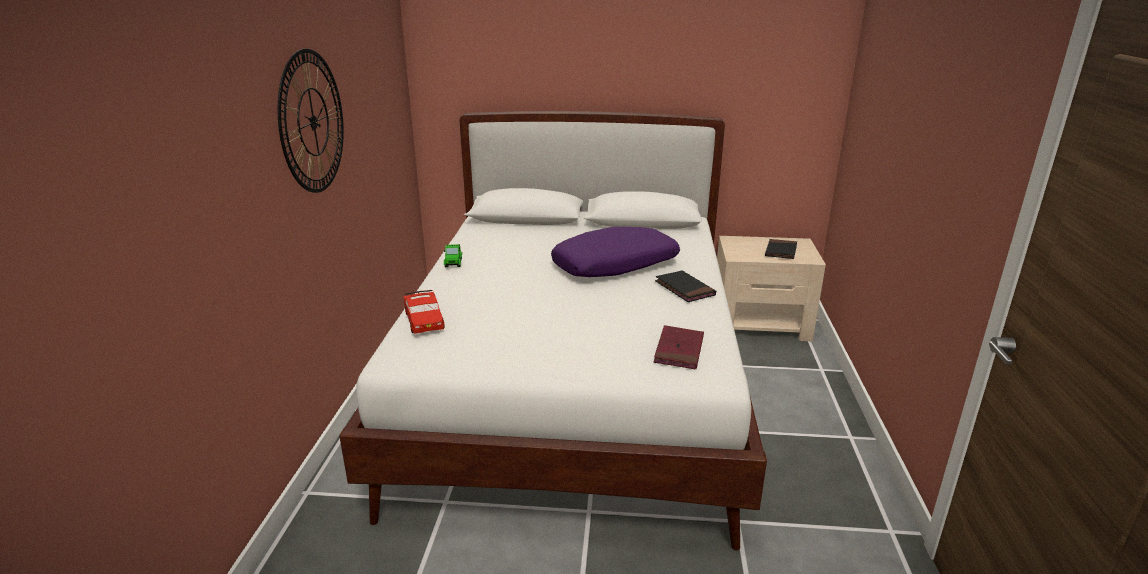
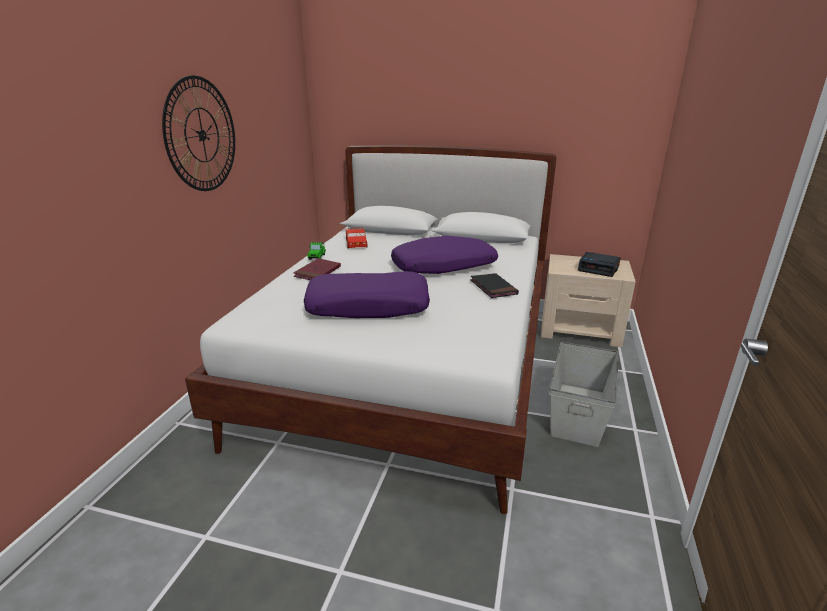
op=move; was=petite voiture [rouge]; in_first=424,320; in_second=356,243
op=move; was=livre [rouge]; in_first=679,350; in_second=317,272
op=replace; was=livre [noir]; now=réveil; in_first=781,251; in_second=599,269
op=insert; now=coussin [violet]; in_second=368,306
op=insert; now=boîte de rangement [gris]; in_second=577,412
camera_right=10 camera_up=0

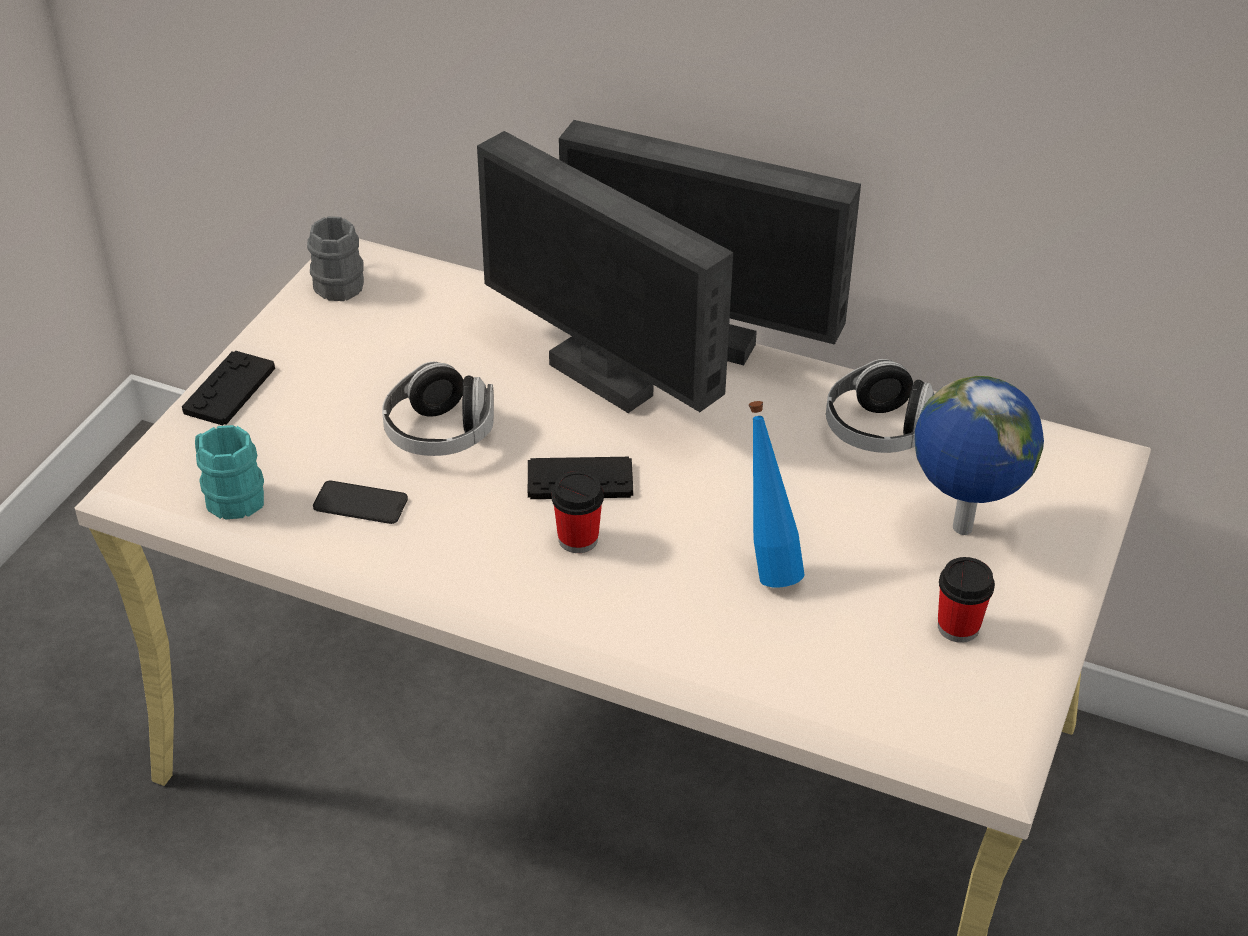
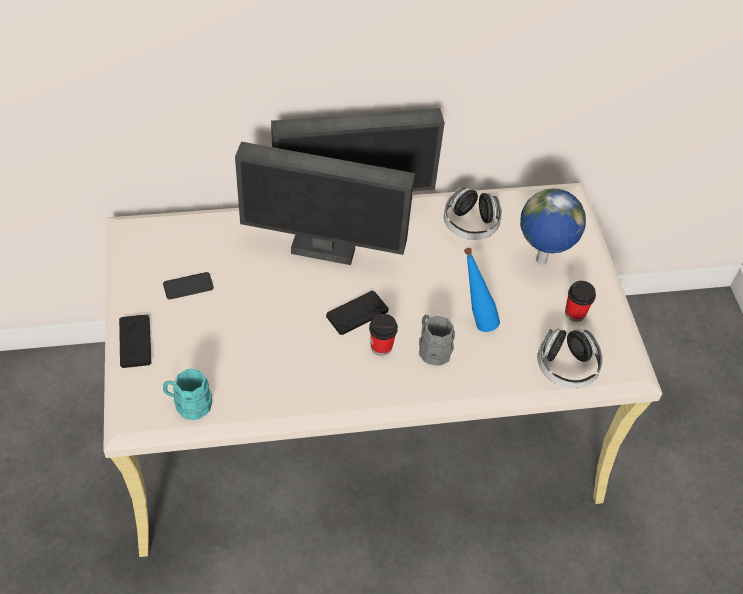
op=move; was=mug [gris]; in_first=340,281; in_second=432,348
op=move; was=téléphone; in_first=360,503; in_second=188,286
op=move; was=casque audio; in_first=440,434; in_second=566,367
camera_right=-35 camera_up=10

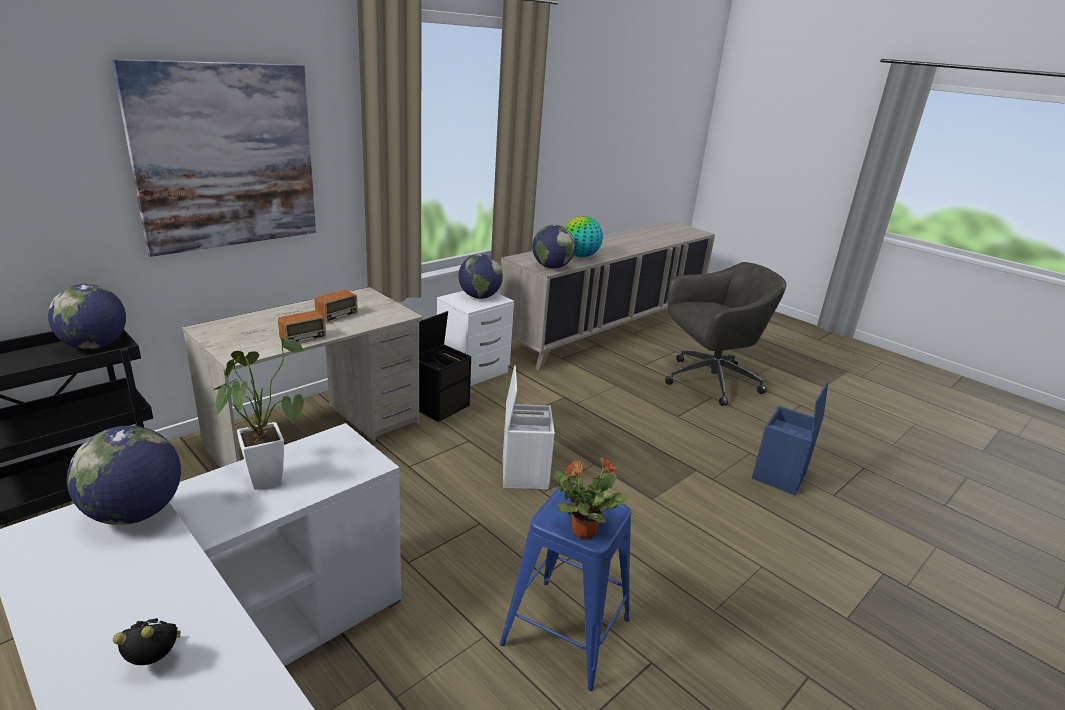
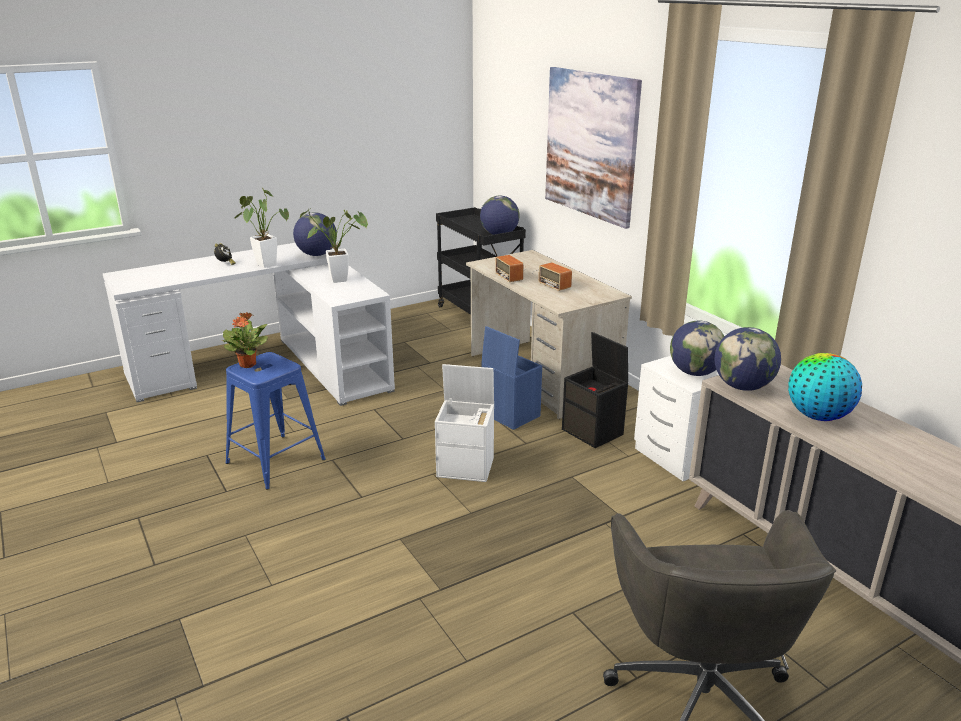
op=move; was=boîte de rangement [bleu]; in_first=780,476; in_second=509,414
op=insert; now=plante en pot; in_second=264,263
camera_right=105 camera_up=0

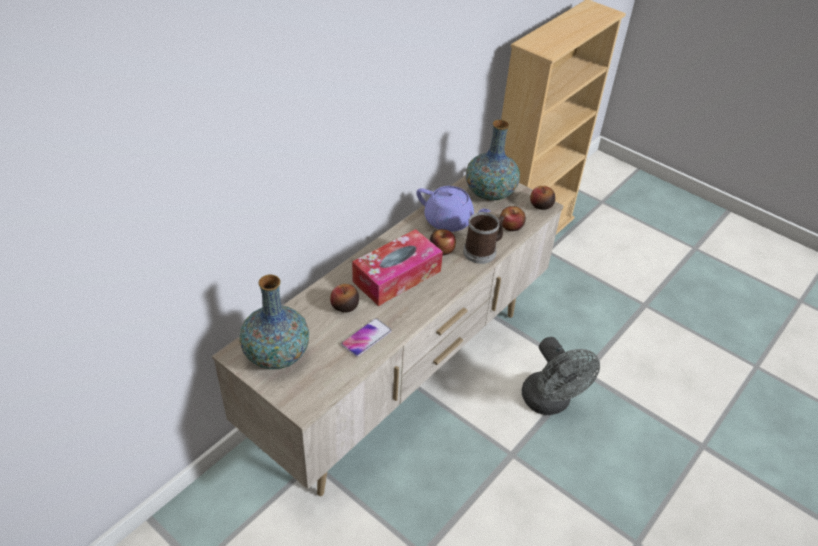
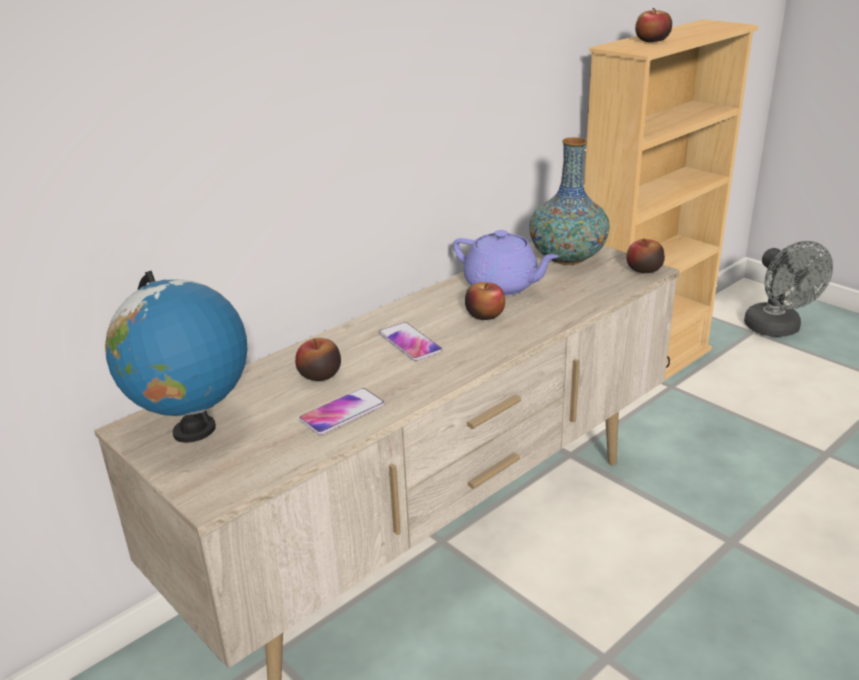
op=replace; was=vase; now=globe; in_first=276,355; in_second=193,431
op=replace; was=boîte à mouchoirs; now=téléphone; in_first=397,276; in_second=409,343
op=delete; was=mug; in_first=483,251
op=move; was=pomme; in_first=511,226; in_second=652,40
op=move; was=ventilateur [gris]; in_first=550,403; in_second=777,330
camera_right=10 camera_up=-15

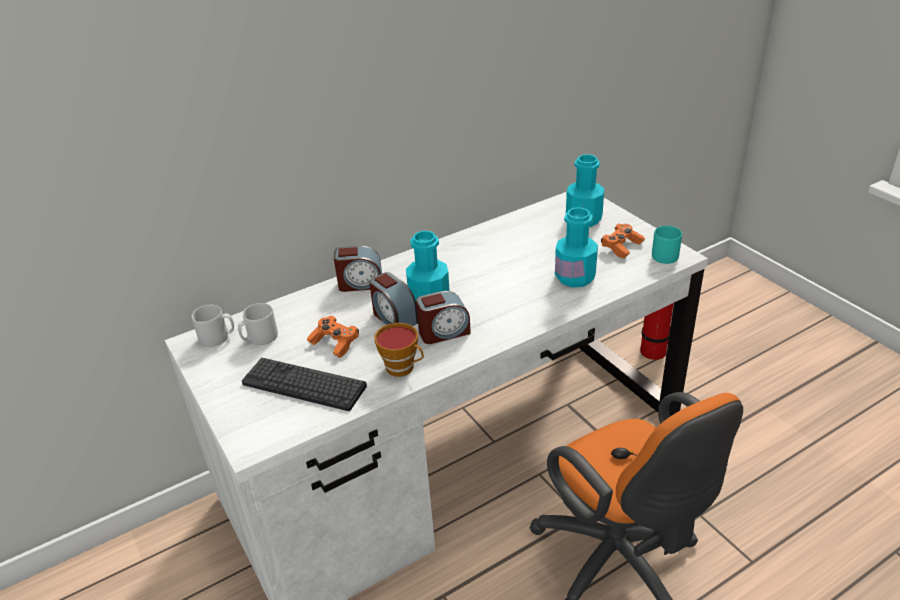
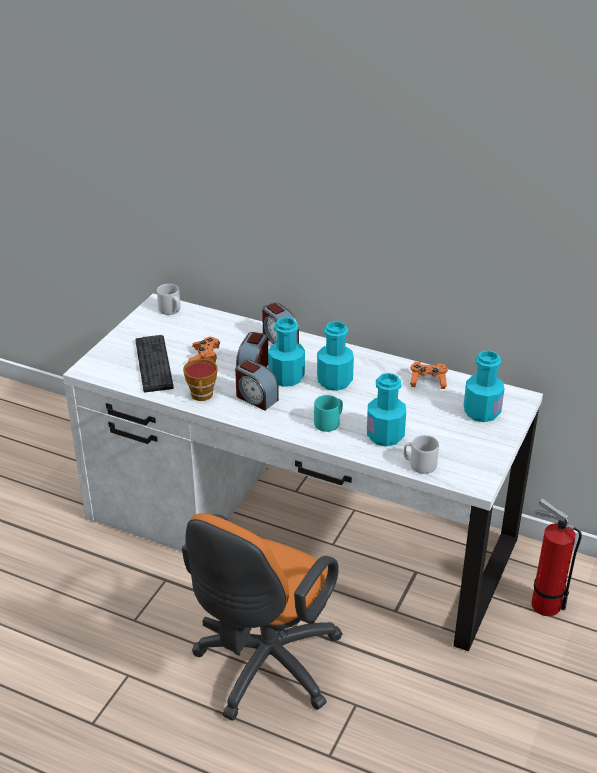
op=move; was=mug [gris]; in_first=259,338; in_second=419,465
op=move; was=manette [orange]; in_first=621,247; in_second=428,381
op=move; was=mug [turquoise]; in_first=663,255; in_second=329,423
op=insert; now=bouteille [turquoise]; in_second=334,381
camera_right=55 camera_up=0

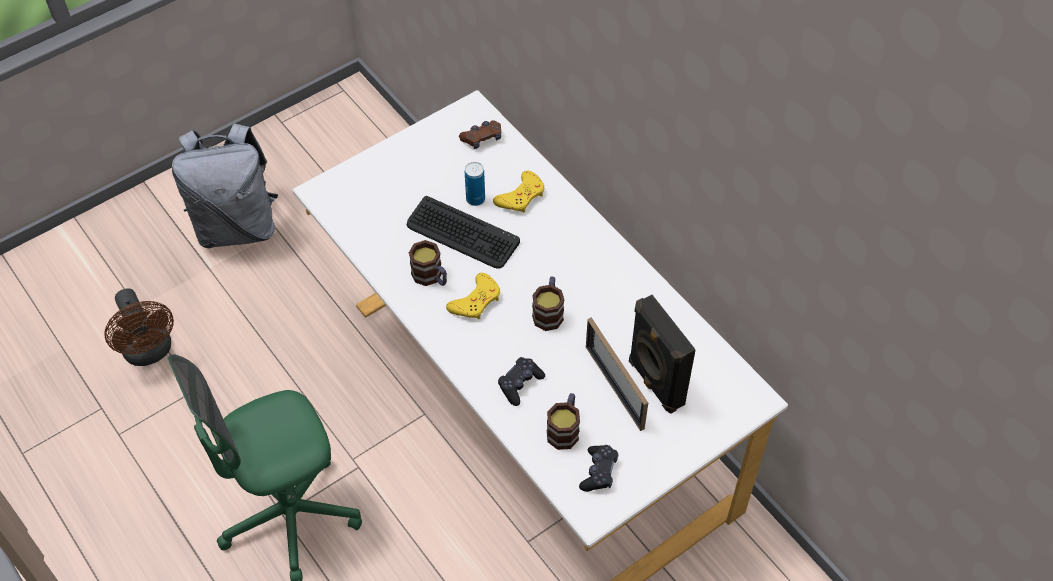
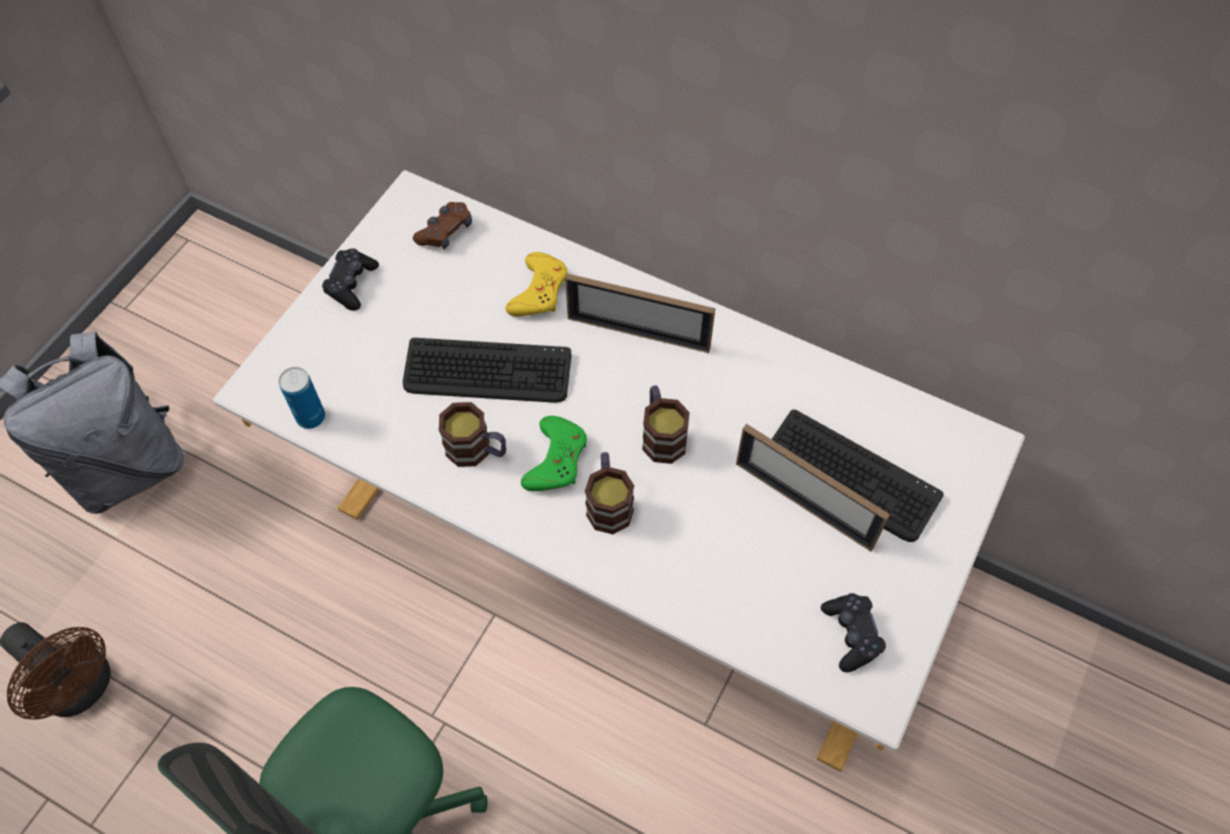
op=recolor; was=manette [jaune]; now=manette [vert]; in_first=476,301; in_second=556,459
op=move; was=boîte métallique; in_first=475,199; in_second=311,417
op=move; was=manette [noir]; in_first=520,384; in_second=351,284
op=move; was=mug; in_first=565,429; in_second=608,502
op=replace; was=enceinte [noir]; now=clavier; in_first=654,383; in_second=850,477
op=insert; now=cadre photo; in_second=638,333
camera_right=-25 camera_up=5

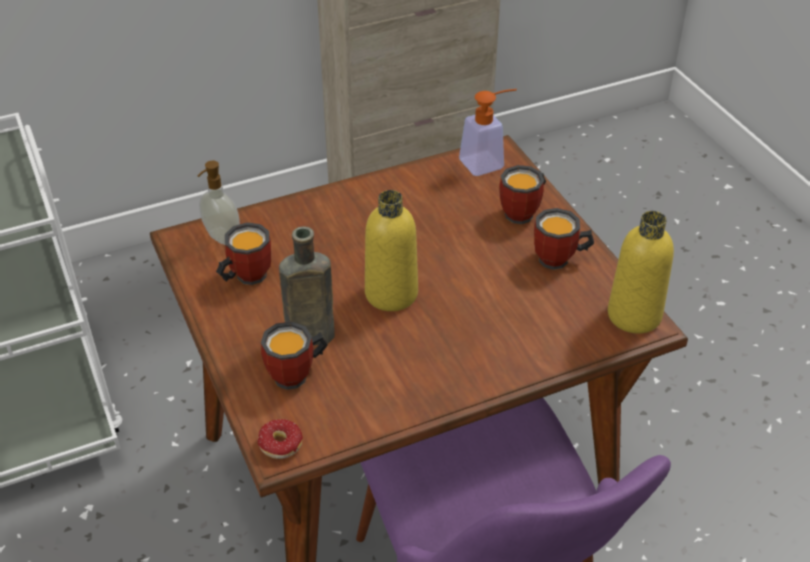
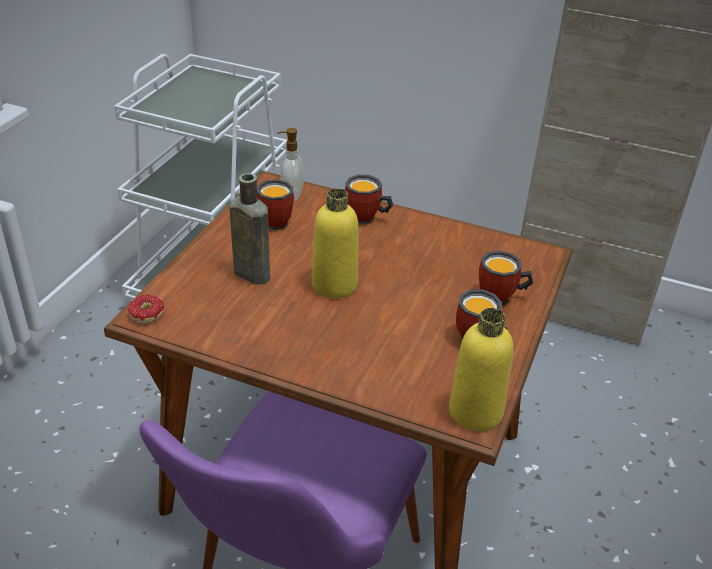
op=move; was=mug; in_first=297,376; in_second=366,219
op=delete; was=distributeur de savon; in_first=488,162
camera_right=45 camera_up=-5

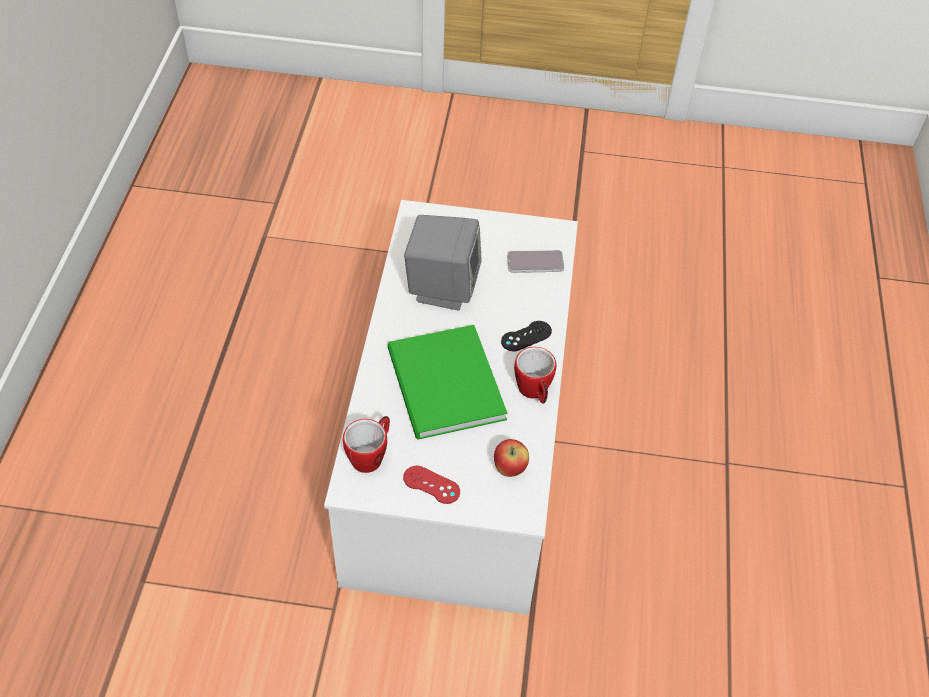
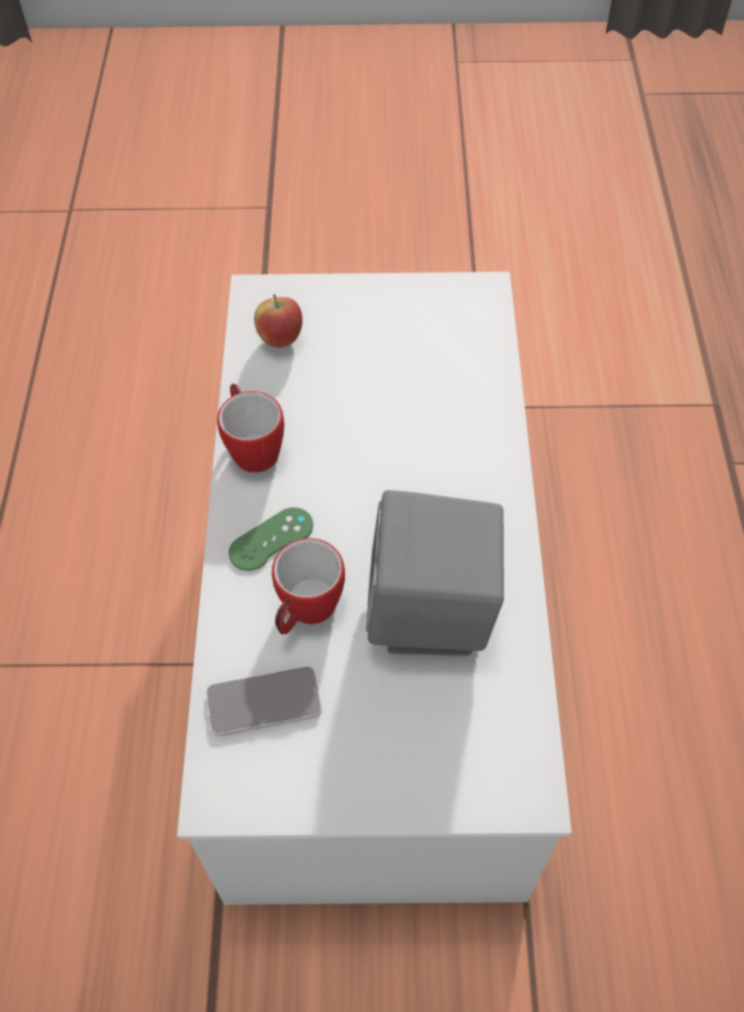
op=move; was=mug; in_first=371,455; in_second=306,612
op=delete; was=livre [vert]; in_first=443,387
op=delete; was=manette [rouge]; in_first=431,485
op=recolor; was=manette [noir]; now=manette [vert]; in_first=526,336; in_second=271,539
camera_right=175 camera_up=5

